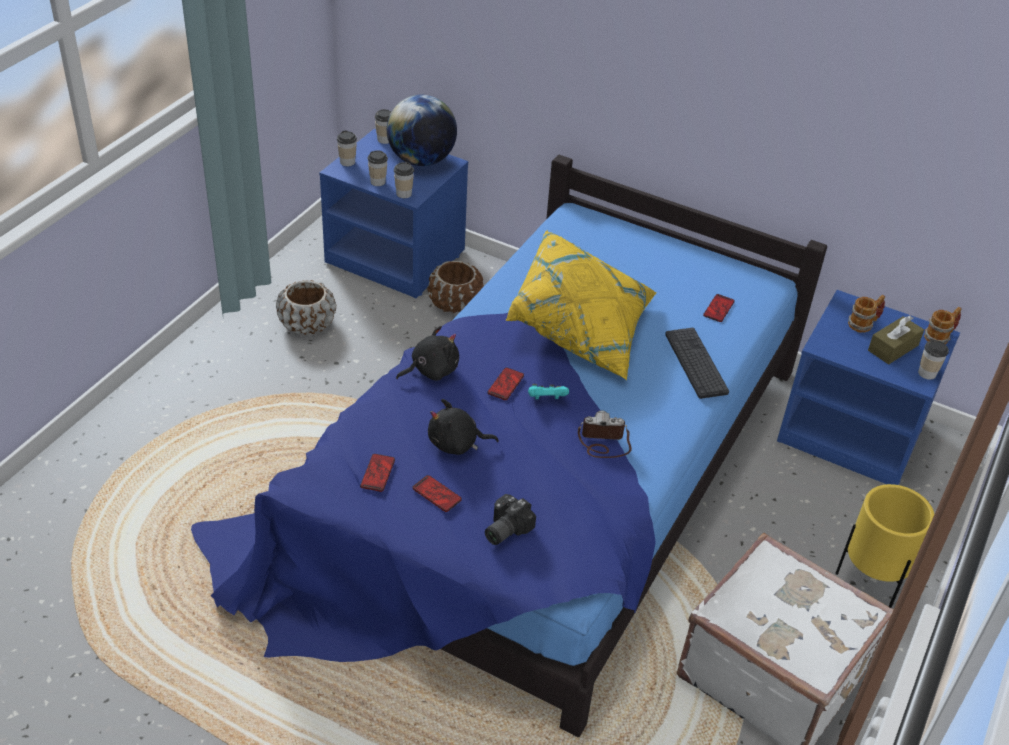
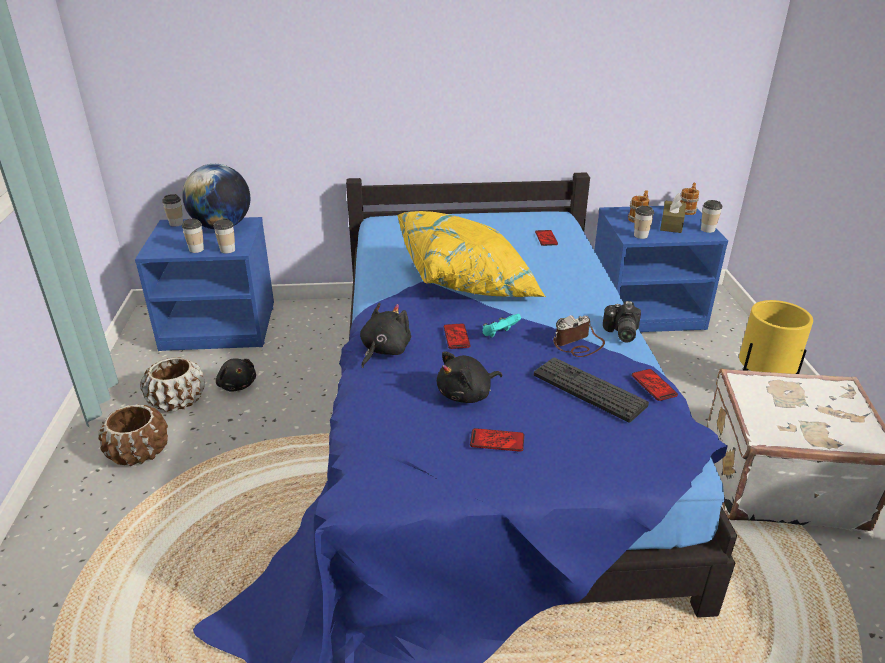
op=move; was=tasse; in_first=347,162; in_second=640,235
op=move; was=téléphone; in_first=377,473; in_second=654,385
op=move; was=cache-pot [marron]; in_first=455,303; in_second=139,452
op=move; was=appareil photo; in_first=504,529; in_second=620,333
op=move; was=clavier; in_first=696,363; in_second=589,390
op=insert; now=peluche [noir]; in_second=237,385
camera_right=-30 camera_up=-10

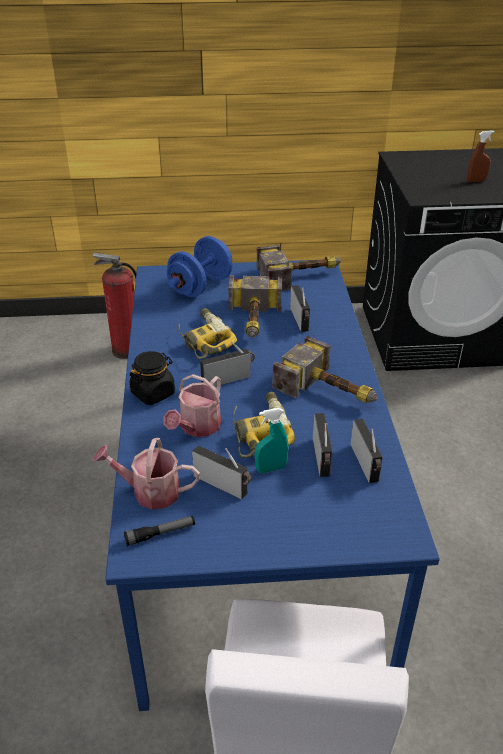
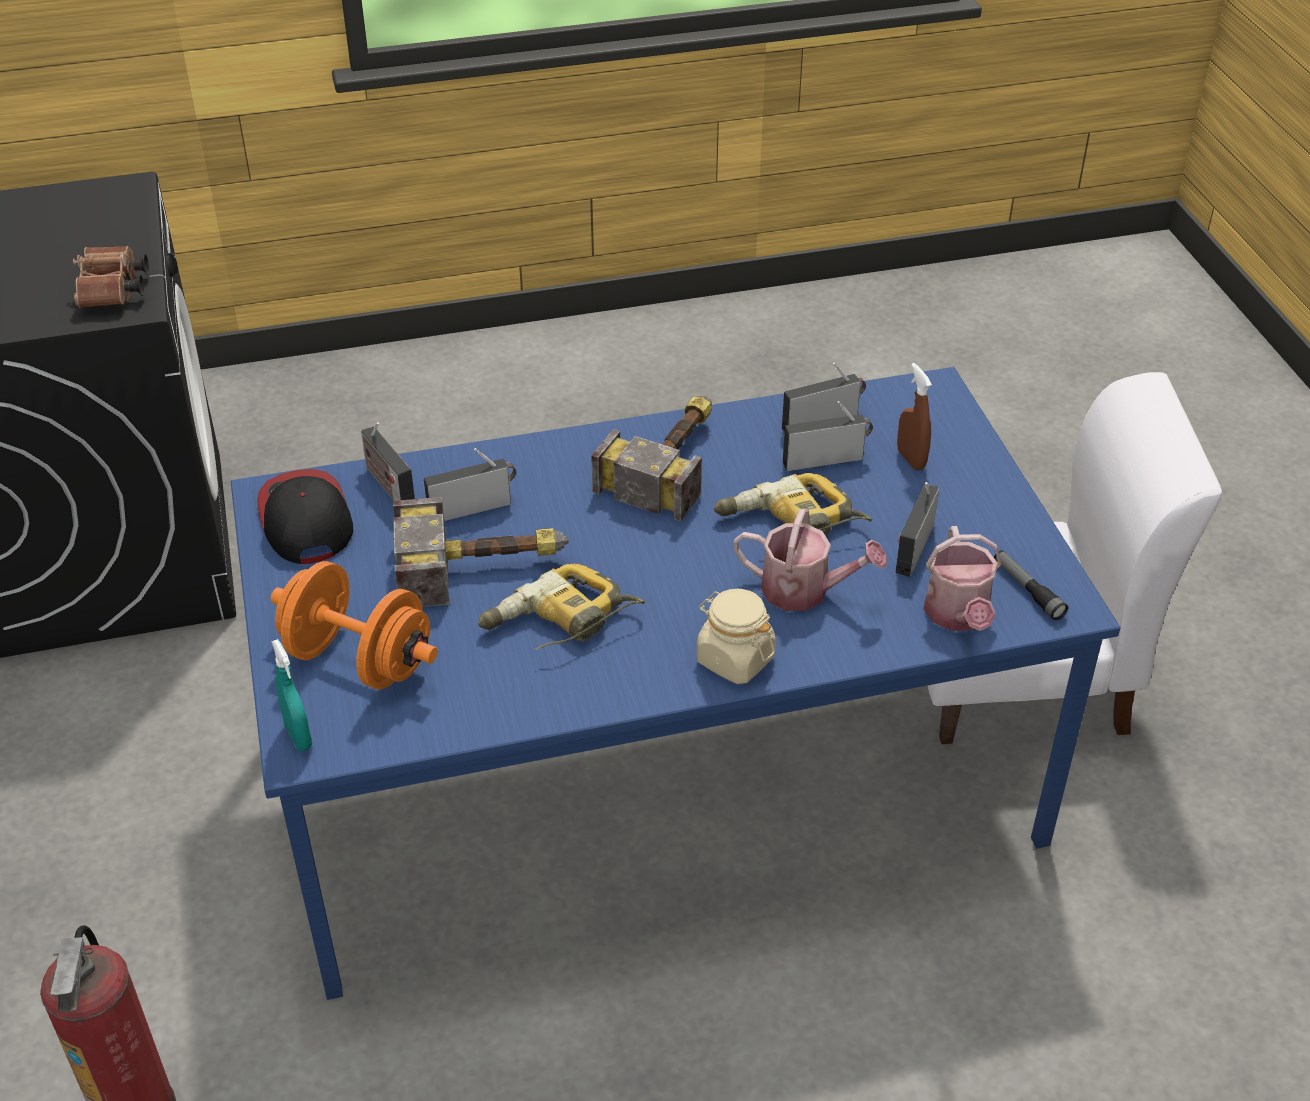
op=recolor; was=bocal [noir]; now=bocal [beige]; in_first=153,393; in_second=734,659
op=recolor; was=haltère [bleu]; now=haltère [orange]; in_first=201,286; in_second=358,660
op=move; was=radio; in_first=228,379; in_second=387,485
op=move; was=vaporisateur [turquoise]; in_first=271,469; in_second=298,736
op=replace; was=marteau; now=casquette; in_first=301,275; in_second=305,520
op=move; was=vaporisateur [marron]; in_first=476,181; in_second=911,459
op=insert; now=jumelles [marron]; in_second=113,292
camera_right=-100 camera_up=5

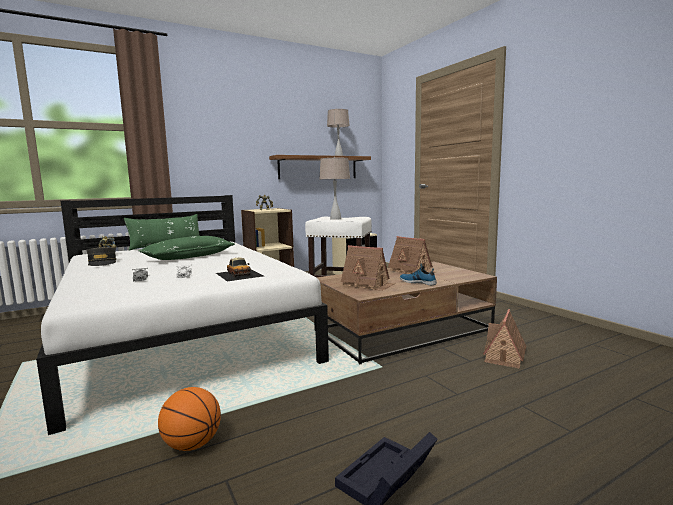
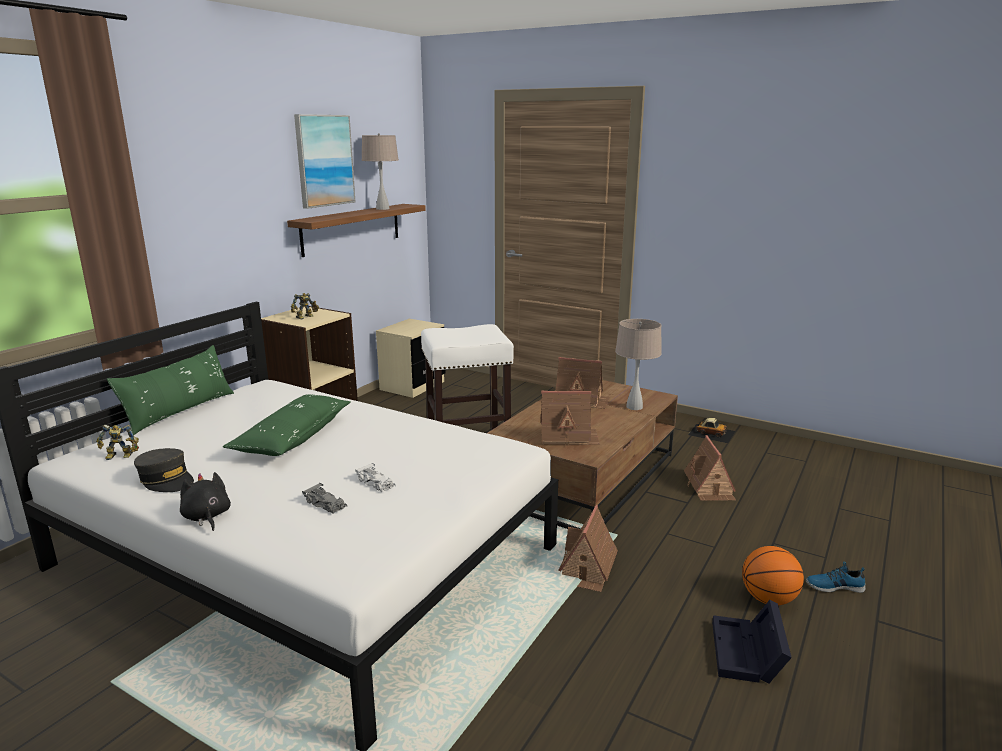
op=move; was=ballon de basket; in_first=192,444; in_second=768,599
op=move; was=petite voiture; in_first=239,274; in_second=711,432
op=move; was=lampe de table [beige]; in_first=335,219; in_second=634,407
op=move; was=chaussure; in_first=418,282; in_second=834,586
op=insert; now=peluche [noir]; in_second=207,517
op=insert; now=tableau; in_second=324,160
op=insert; now=maison miniature; in_second=587,568
camera_right=-30 camera_up=10

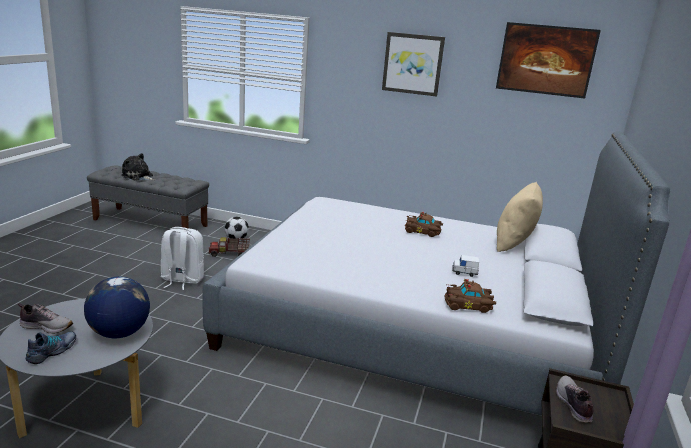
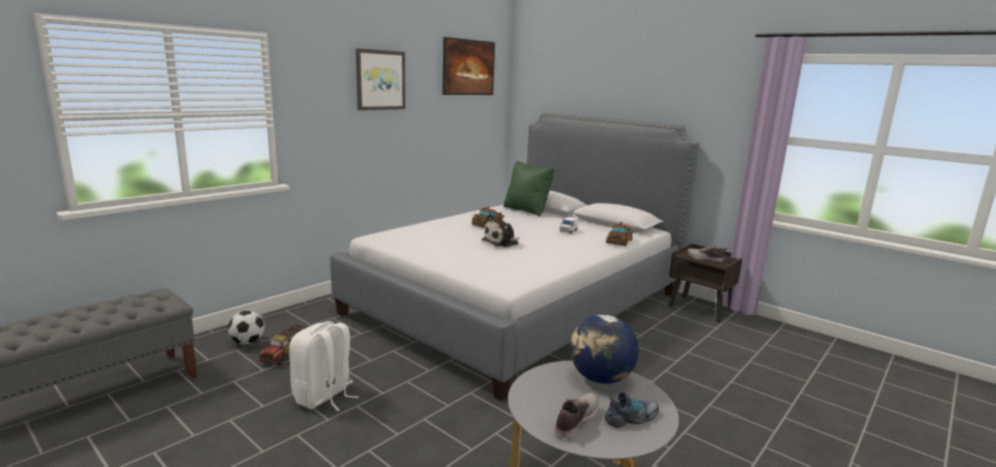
op=rotate; was=chaussure; in_first=53,351; in_second=632,418; clockwise=105
op=move; was=peluche; in_first=138,176; in_second=502,242
op=recolor; was=coussin [beige]; now=coussin [vert]; in_first=514,244; in_second=527,210
camera_right=-65 camera_up=-5

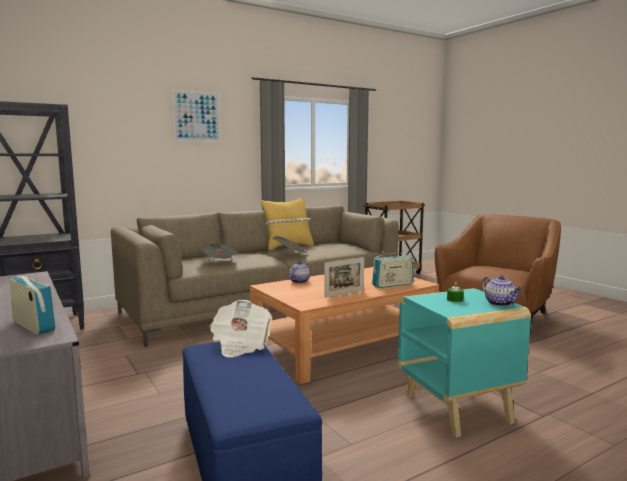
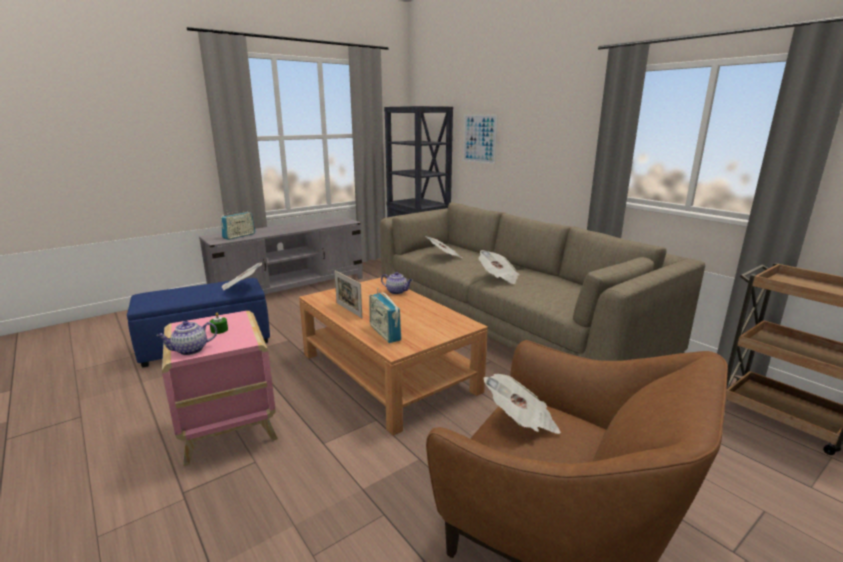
op=move; was=tableau; in_first=197,116; in_second=479,138
op=delete; was=coussin [jaune]; in_first=287,247
op=recolor; was=table d'appoint [turquoise]; now=table d'appoint [rose]; in_first=458,409; in_second=227,433
op=insert; now=journal; in_second=521,421
camera_right=85 camera_up=10

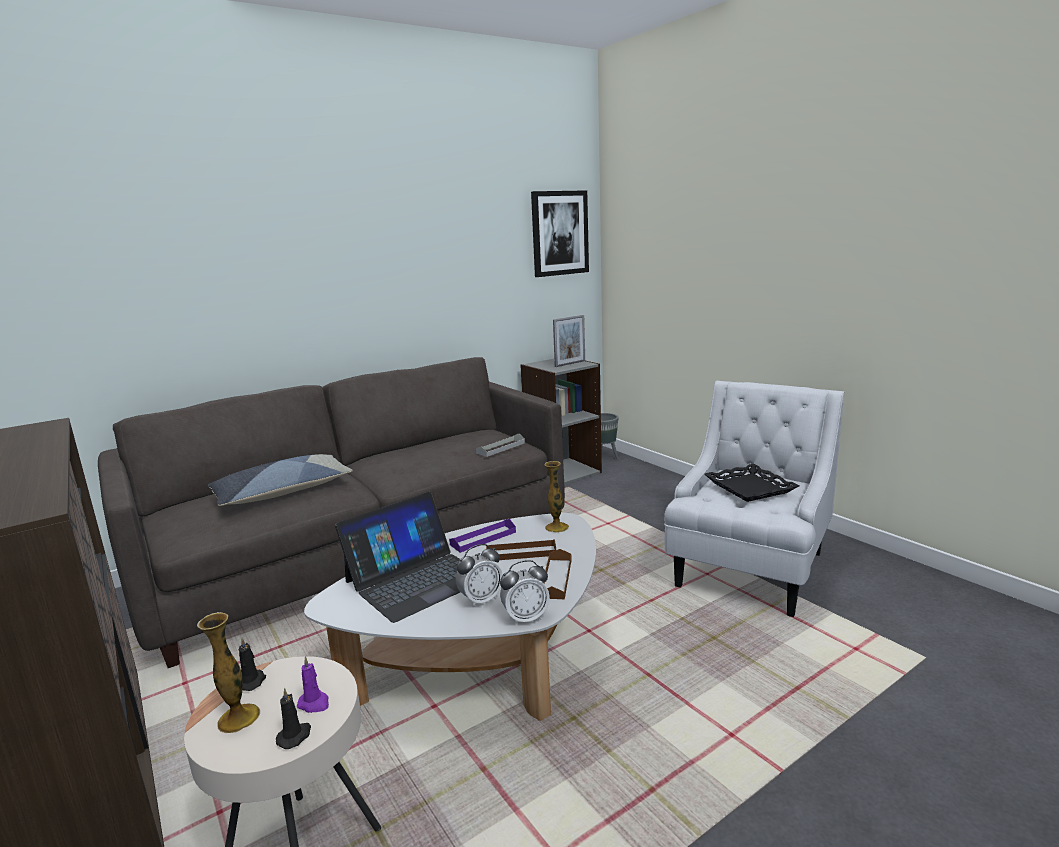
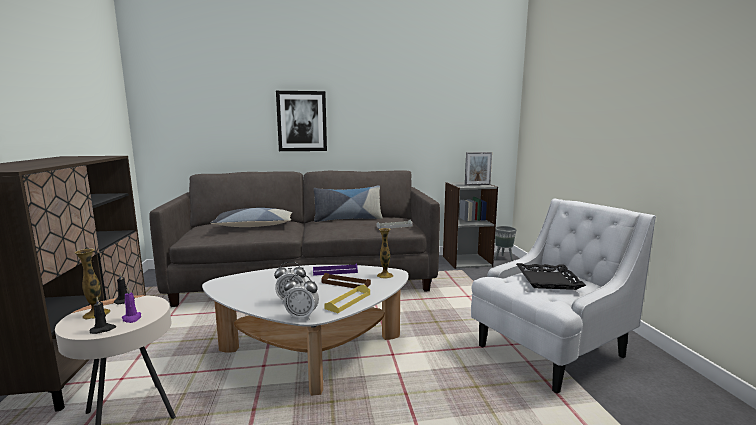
op=delete; was=ordinateur portable; in_first=416,580
op=move; was=tableau; in_first=559,233; in_second=302,121
op=recolor; was=plateau [marron]; now=plateau [jaune]; in_first=556,578; in_second=348,301
op=insert; now=coussin; in_second=348,219
camera_right=25 camera_up=-5

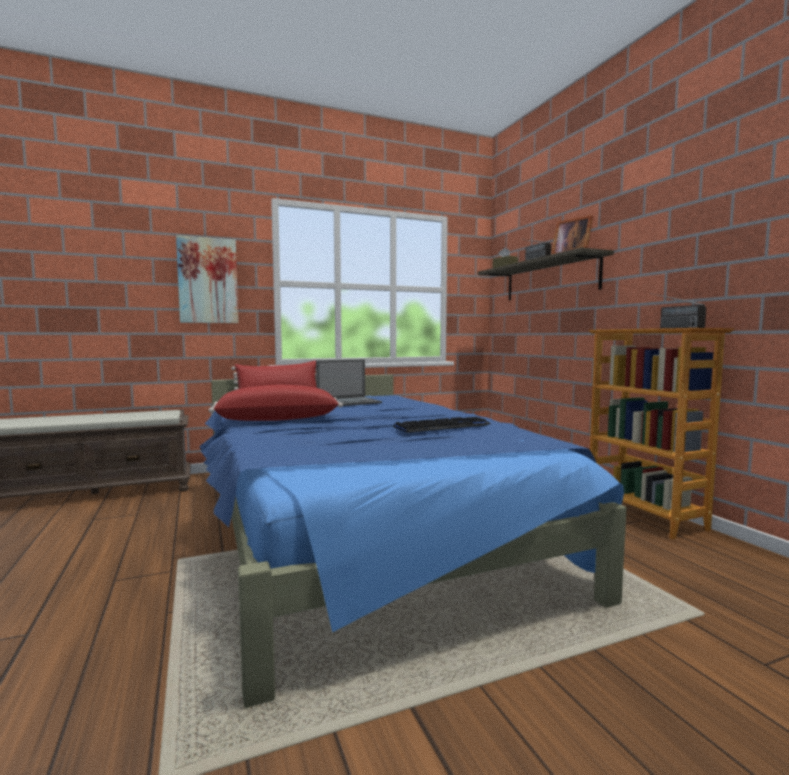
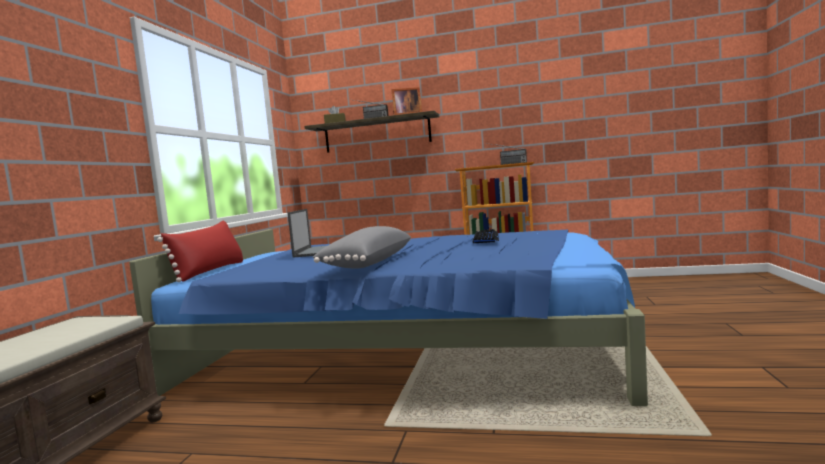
op=delete; was=tableau; in_first=208,281
op=recolor; was=coussin [rouge]; now=coussin [gris]; in_first=278,419; in_second=367,263
camera_right=-55 camera_up=0

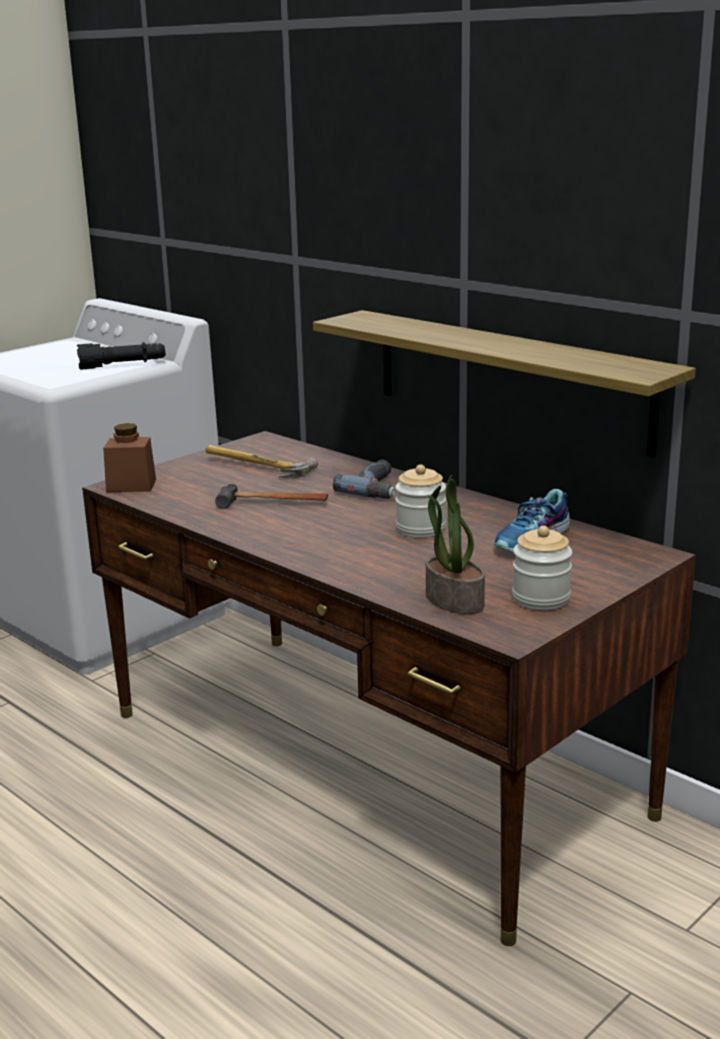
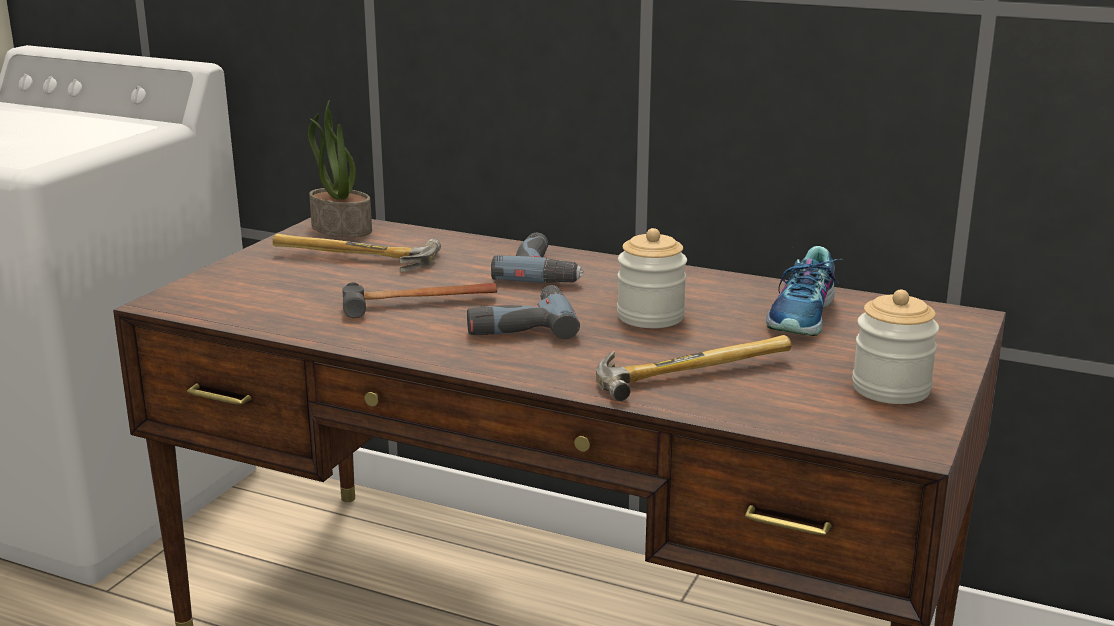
op=delete; was=lampe de poche [noir]; in_first=122,365
op=delete; was=bocal [marron]; in_first=131,485
op=delete; was=étagère; in_first=509,379
op=move; was=plante en pot; in_first=453,600; in_second=340,229
op=insert; now=perceuse; in_second=519,324
op=insert; now=marteau; in_second=688,370
camera_right=-20 camera_up=0

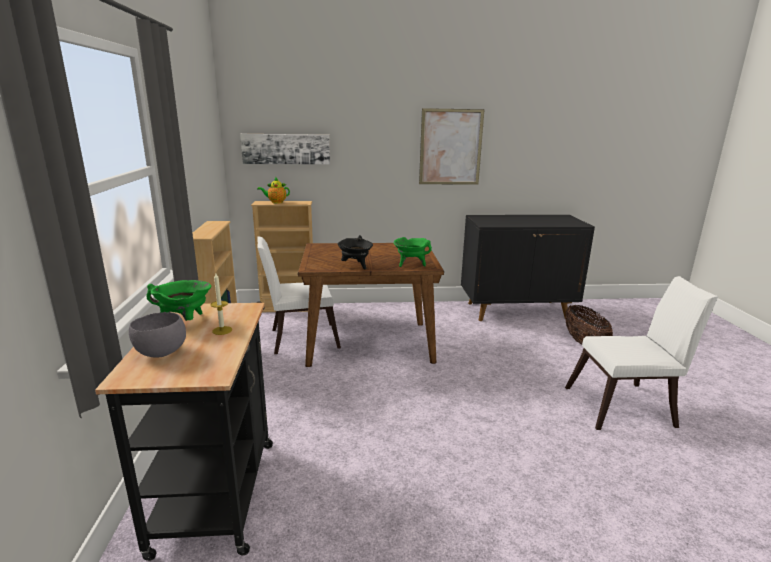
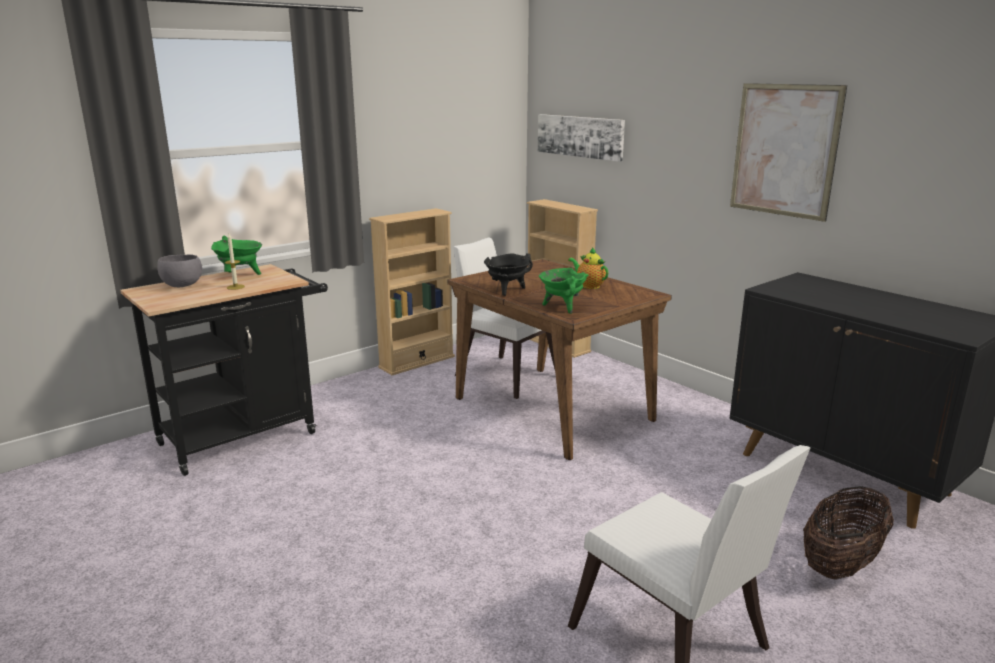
op=move; was=théière; in_first=276,202; in_second=589,286
camera_right=55 camera_up=0

